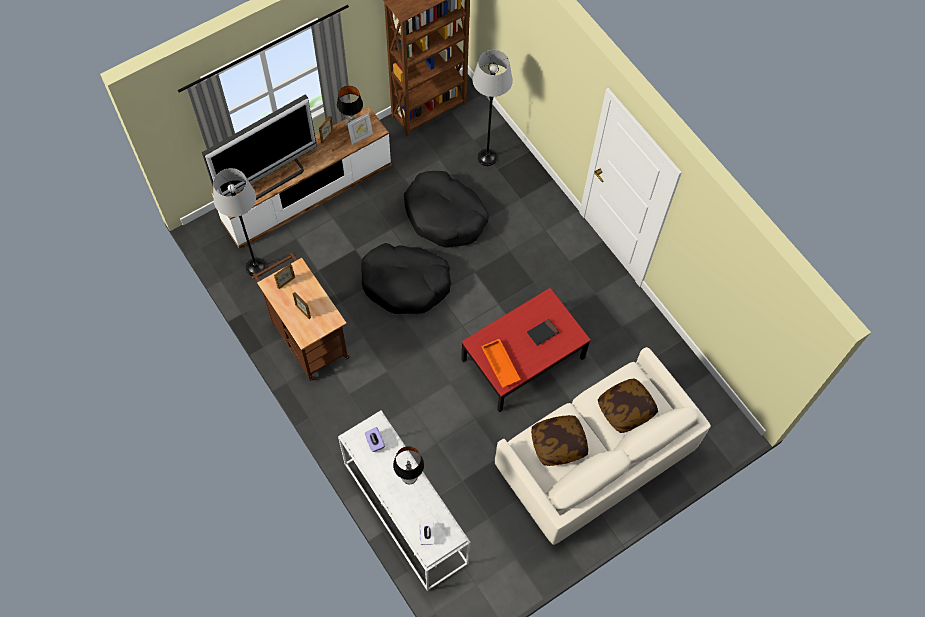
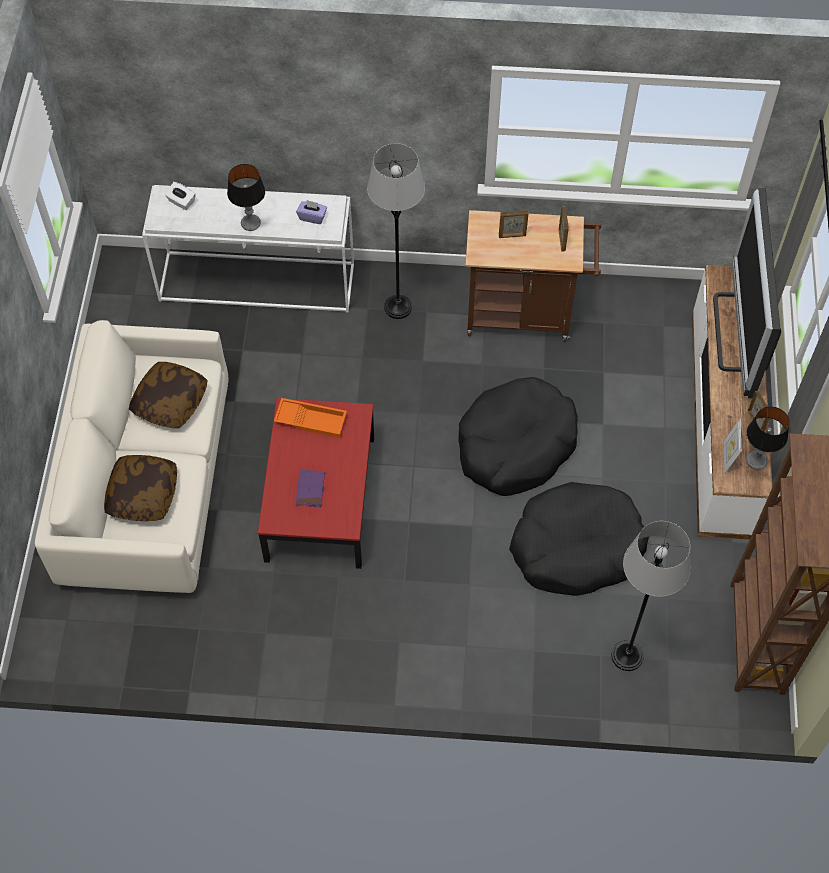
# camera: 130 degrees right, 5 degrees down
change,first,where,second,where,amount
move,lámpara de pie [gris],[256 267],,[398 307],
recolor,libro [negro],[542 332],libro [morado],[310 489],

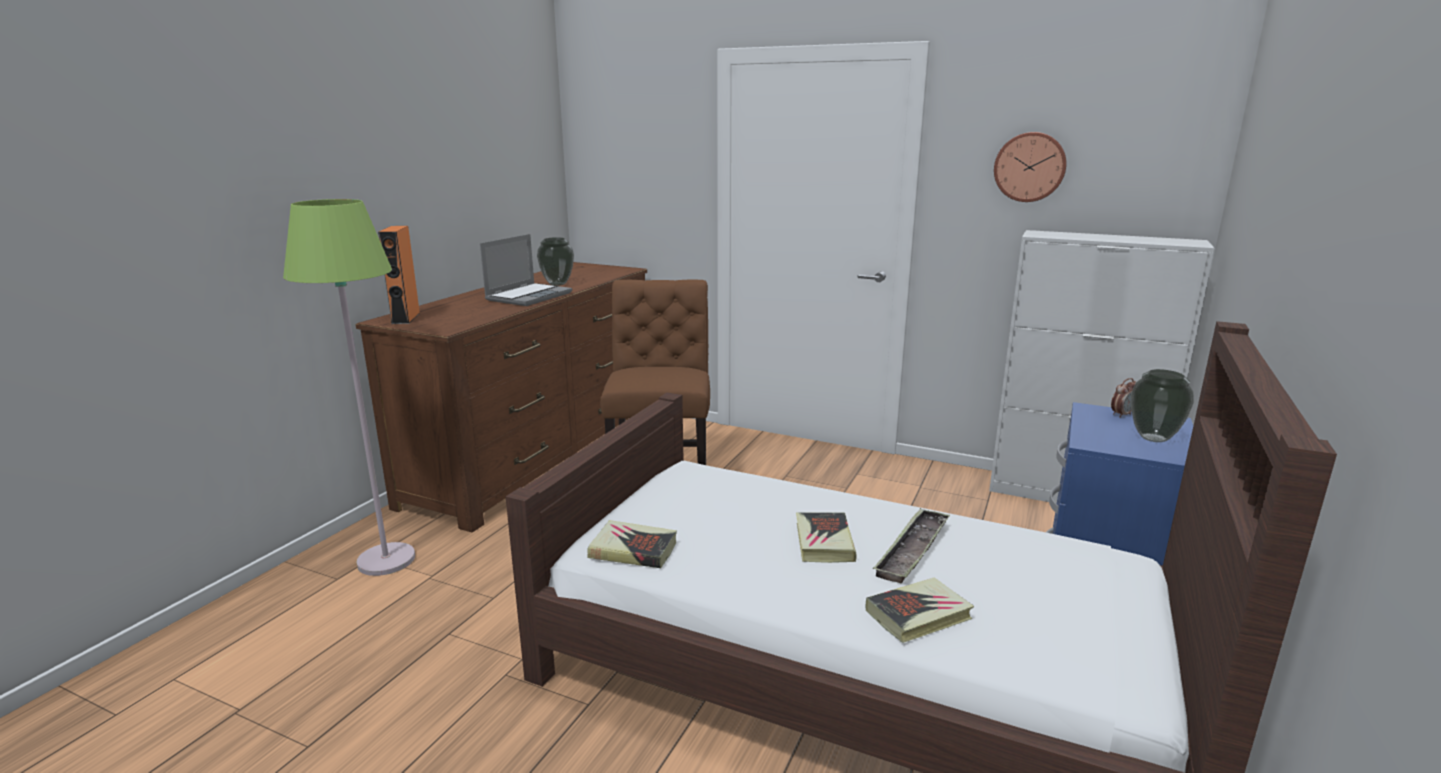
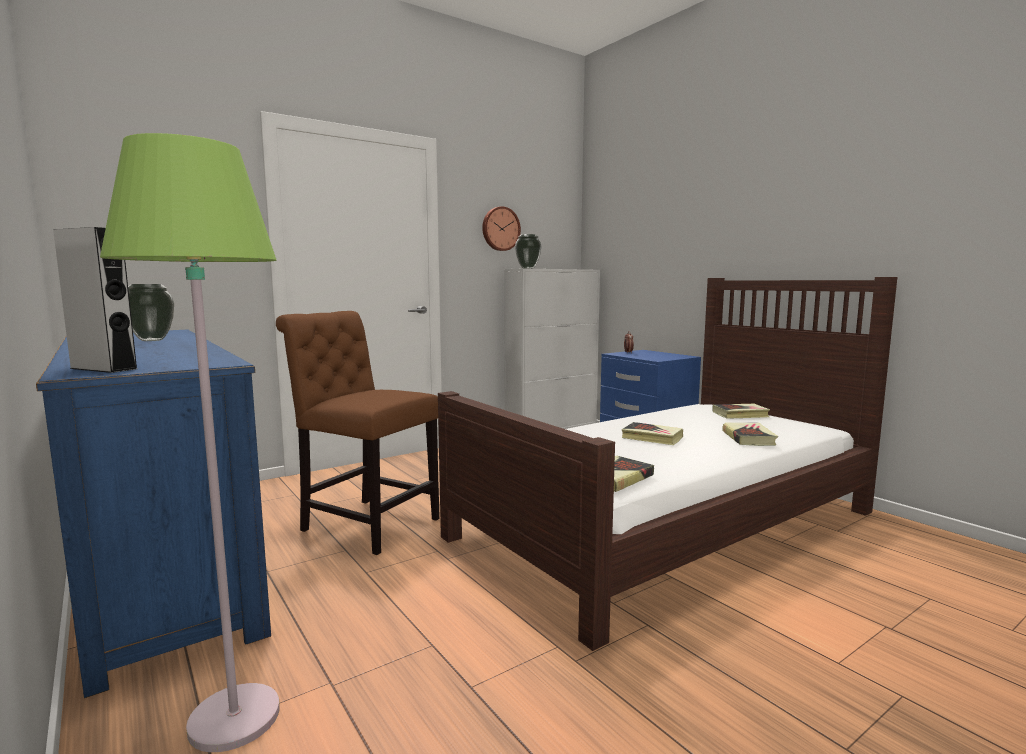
# camera: 60 degrees left, 10 degrees down
change,first,where,second,where,amount
recolor,altavoz [naranja],[406 318],altavoz [gris],[103 368],
delete,portátil,[529 296],,,
recolor,cómoda [marrón],[537 455],cómoda [azul],[162 562],
move,florero,[1154 438],,[528 268],
delete,bandeja,[912 550],,,
insert,,,libro,[740 415],

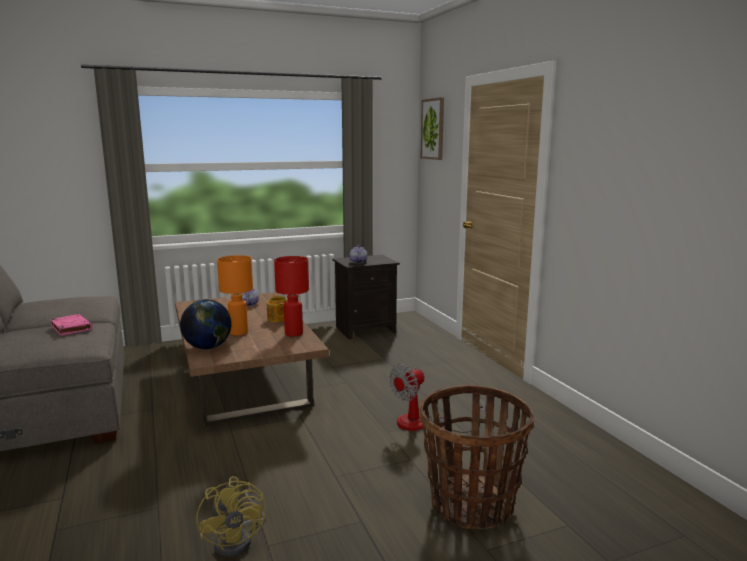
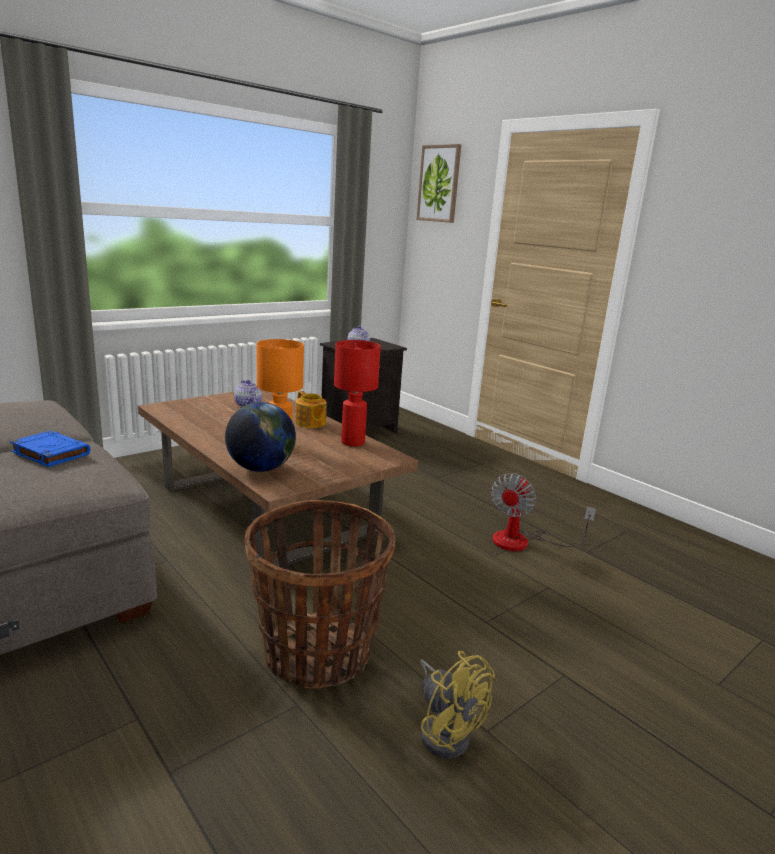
# camera: 20 degrees left, 5 degrees up
change,first,where,second,where,amount
recolor,libro [rosa],[71 328],libro [azul],[50 453],
move,cesta,[471 505],,[317 654],

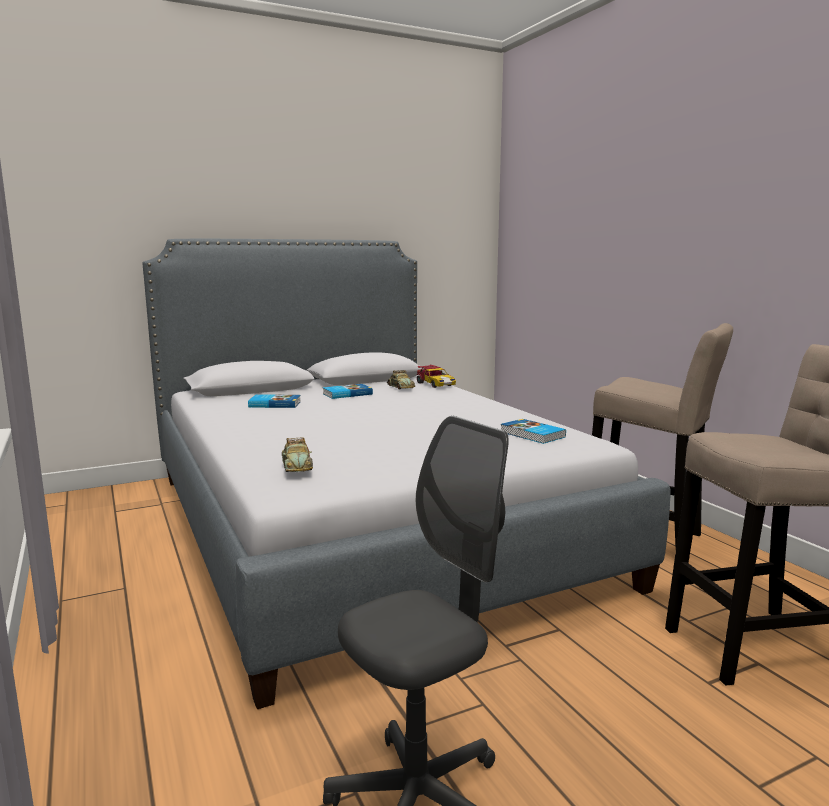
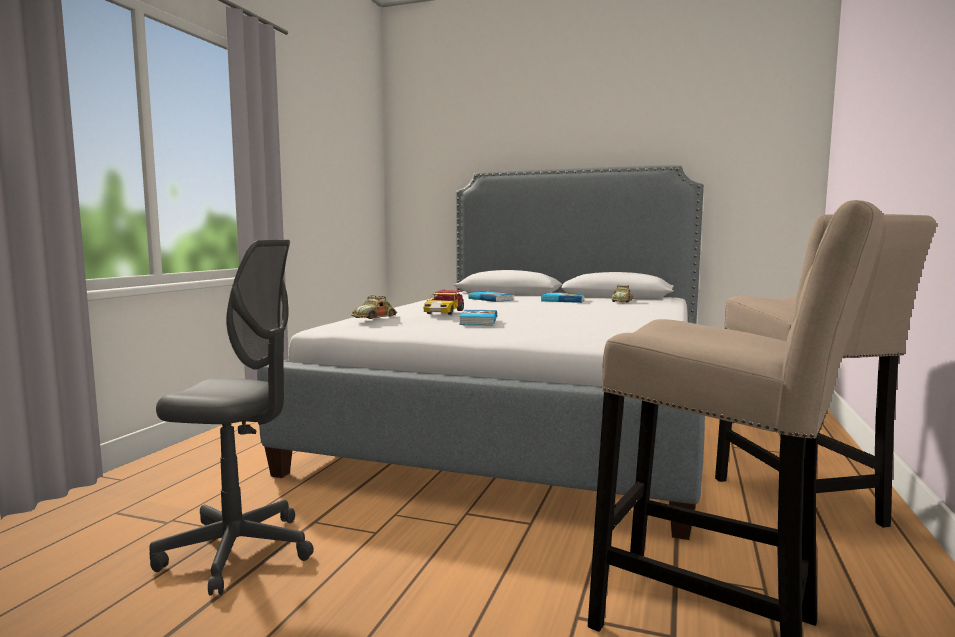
# camera: 45 degrees right, 5 degrees down
change,first,where,second,where,amount
move,coche de juguete,[435 384],,[444 312],
move,libro,[532 435],,[477 321],

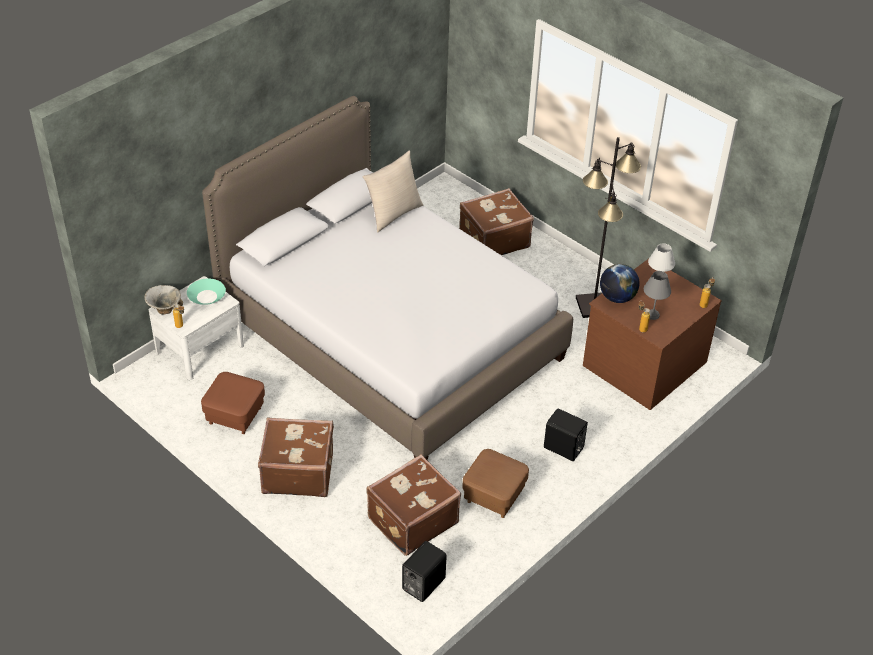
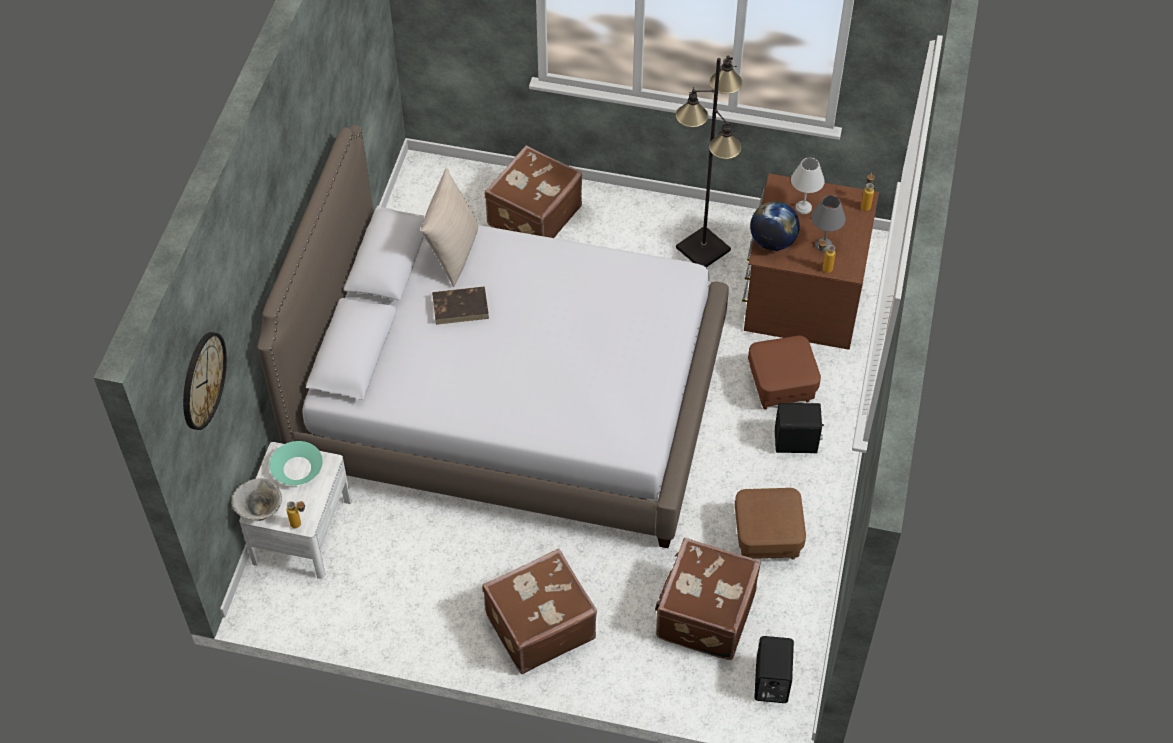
# camera: 30 degrees left, 10 degrees up
change,first,where,second,where,amount
move,puf [marrón],[235 416],,[781 387],
insert,,,libro [marrón],[461 307],
insert,,,reloj de pared,[202 380],

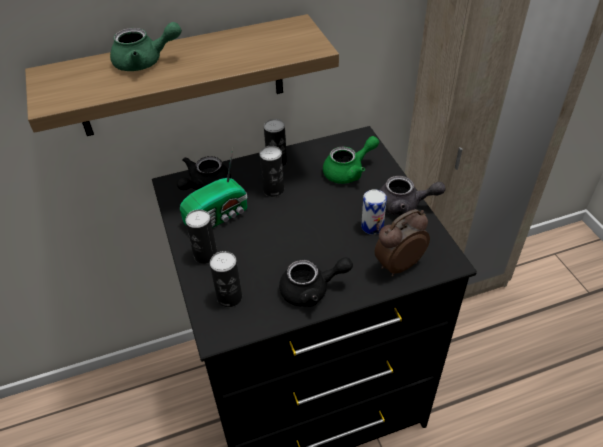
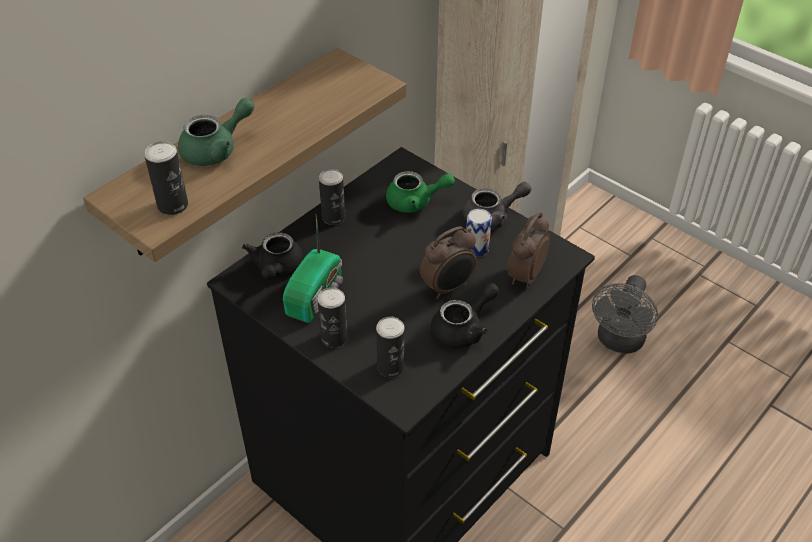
# camera: 30 degrees left, 0 degrees up
change,first,where,second,where,amount
rotate,tetera [verde],[349 171],,[415 202],60 degrees clockwise
move,lata,[273 190],,[173 205],
insert,,,despertador,[448 287],
insert,,,ventilador [gris],[619 342],

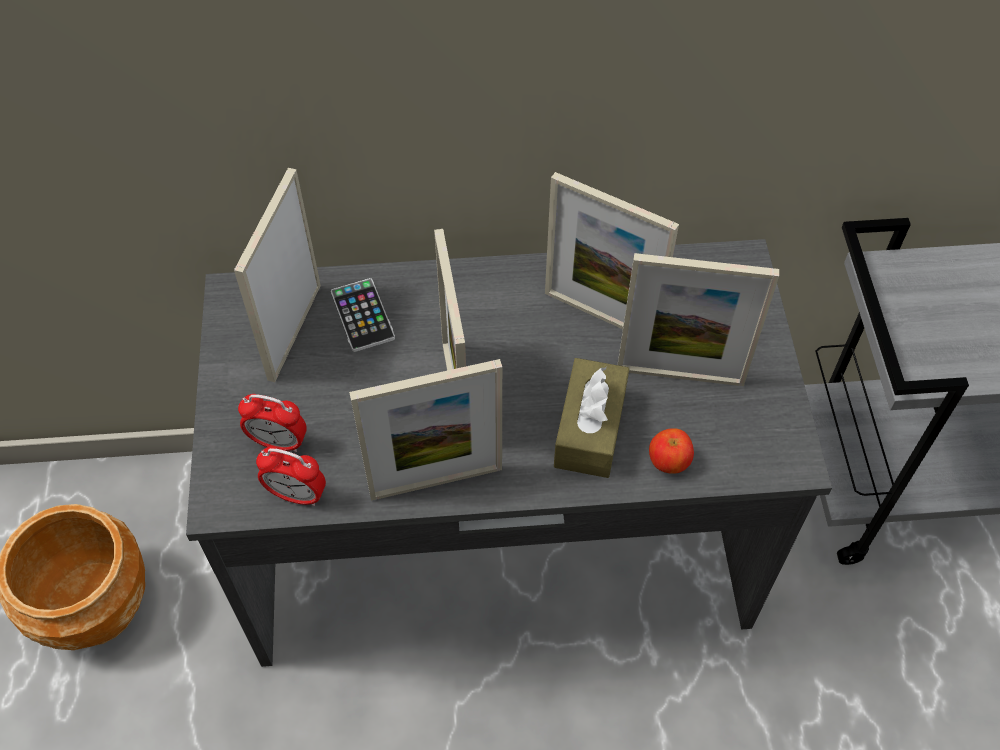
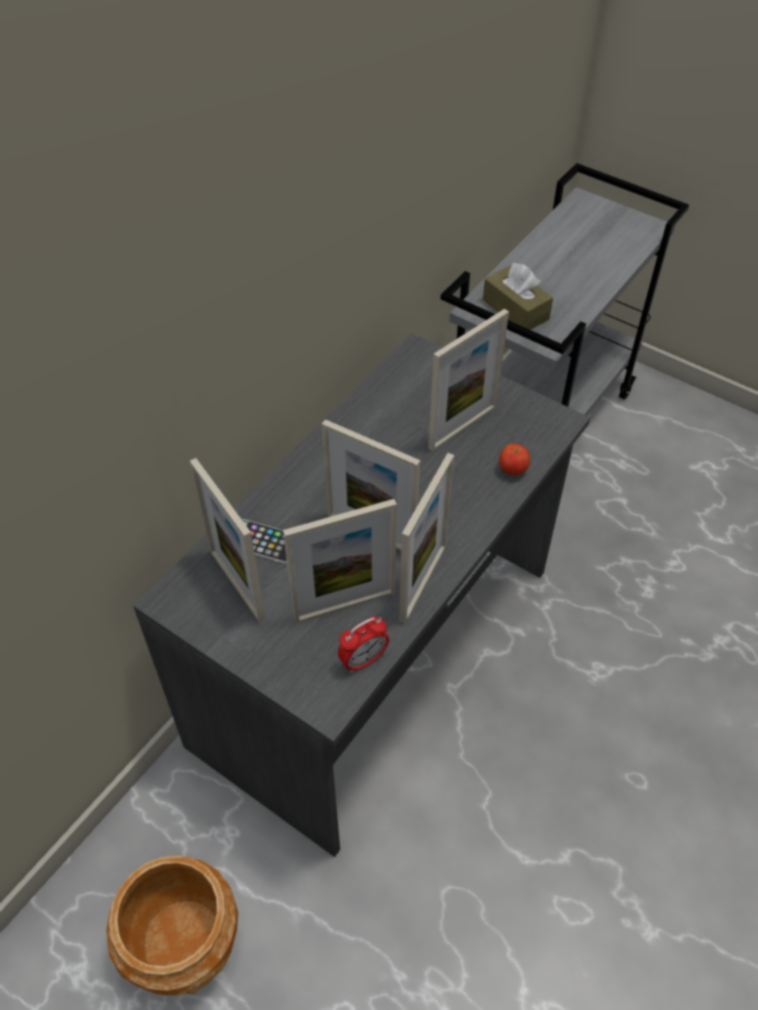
# camera: 50 degrees left, 5 degrees down
change,first,where,second,where,amount
move,portarretratos,[600 315],,[344 605],
move,caja de pañuelos [marrón],[590 429],,[515 309],
delete,despertador,[279 442],,,

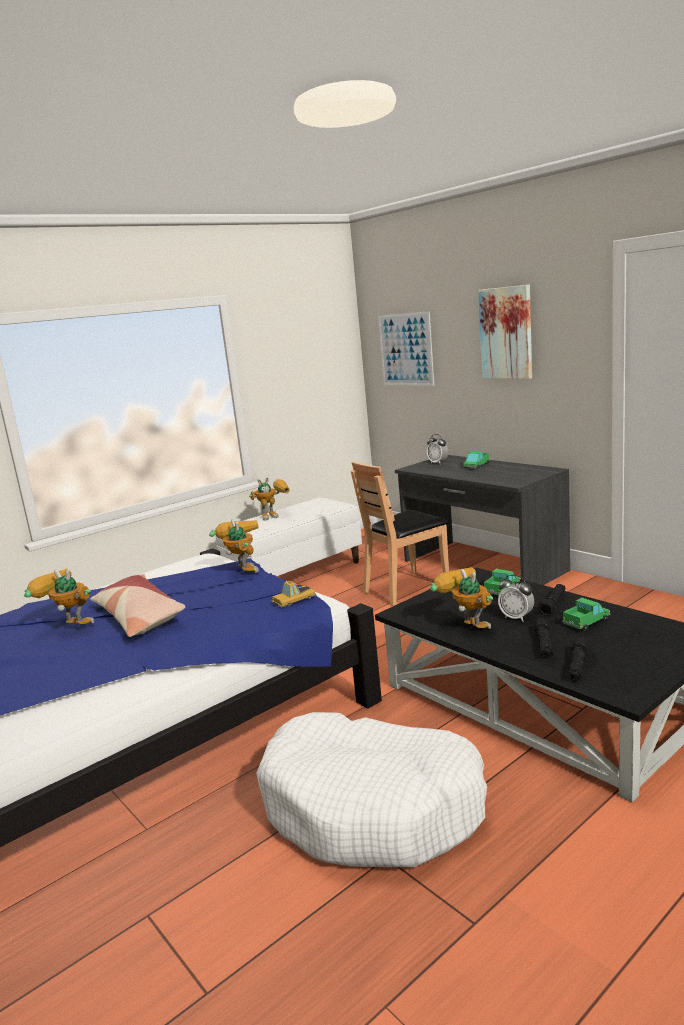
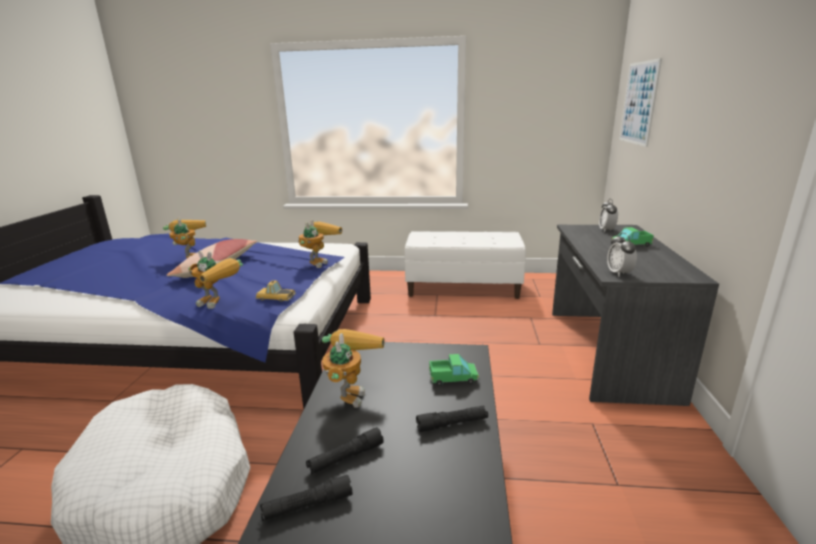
# camera: 45 degrees right, 5 degrees up
change,first,where,second,where,amount
delete,cuadro,[506 333],,,
delete,silla [marrón],[406 588],,,
move,robot de juguete,[275 515],,[219 304],
move,despertador,[516 617],,[619 273],
delete,camión de juguete,[586 622],,,

